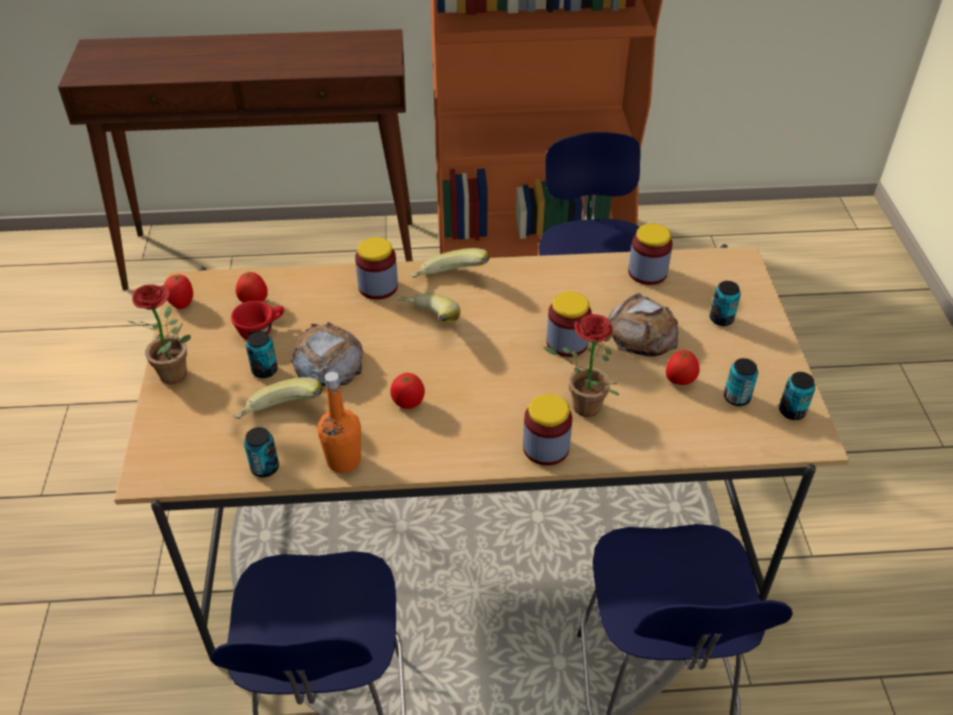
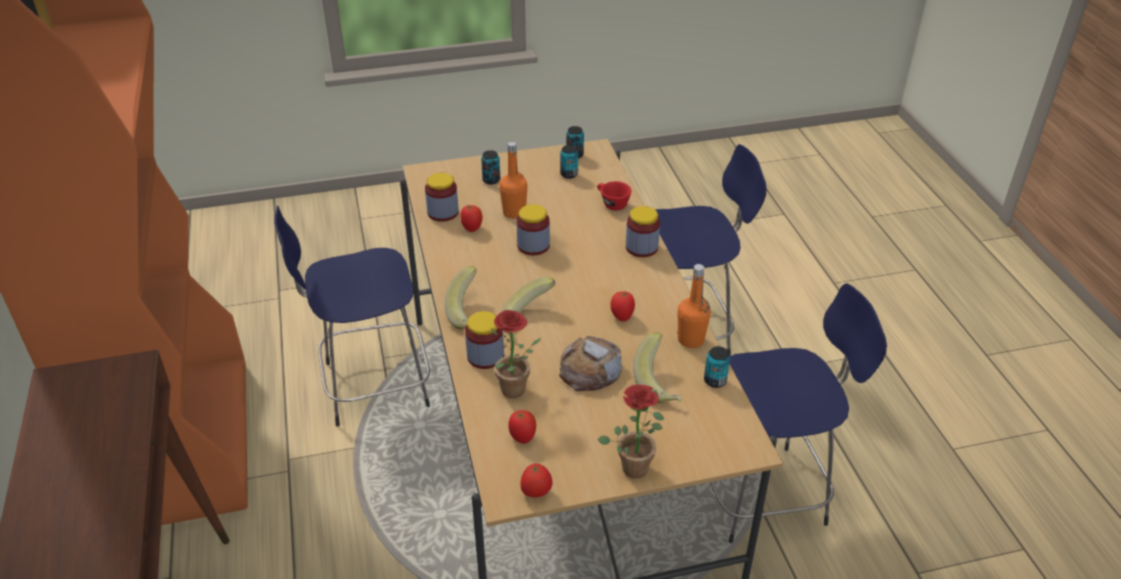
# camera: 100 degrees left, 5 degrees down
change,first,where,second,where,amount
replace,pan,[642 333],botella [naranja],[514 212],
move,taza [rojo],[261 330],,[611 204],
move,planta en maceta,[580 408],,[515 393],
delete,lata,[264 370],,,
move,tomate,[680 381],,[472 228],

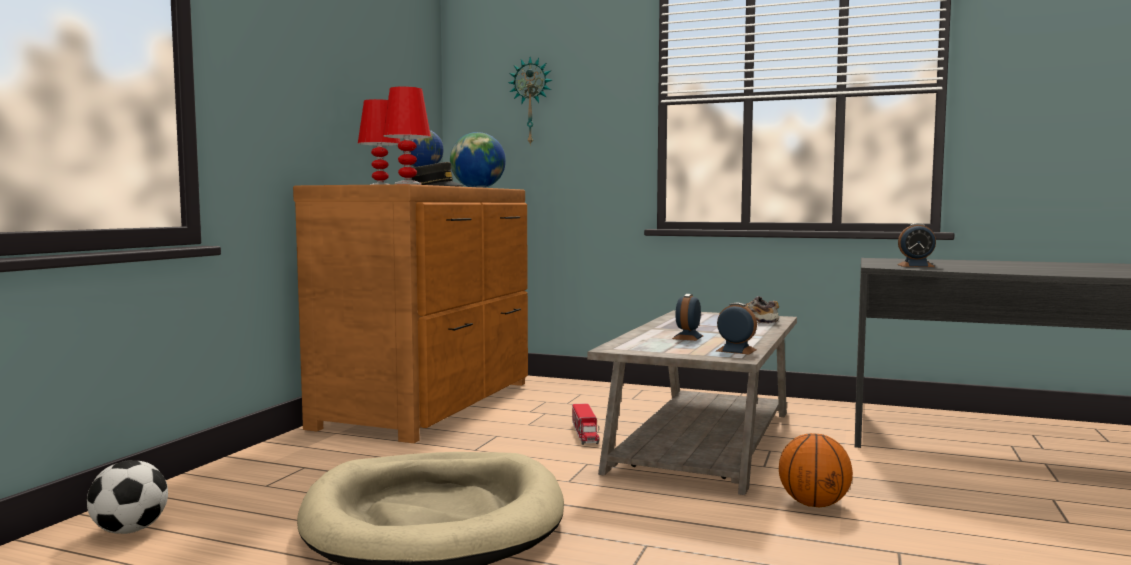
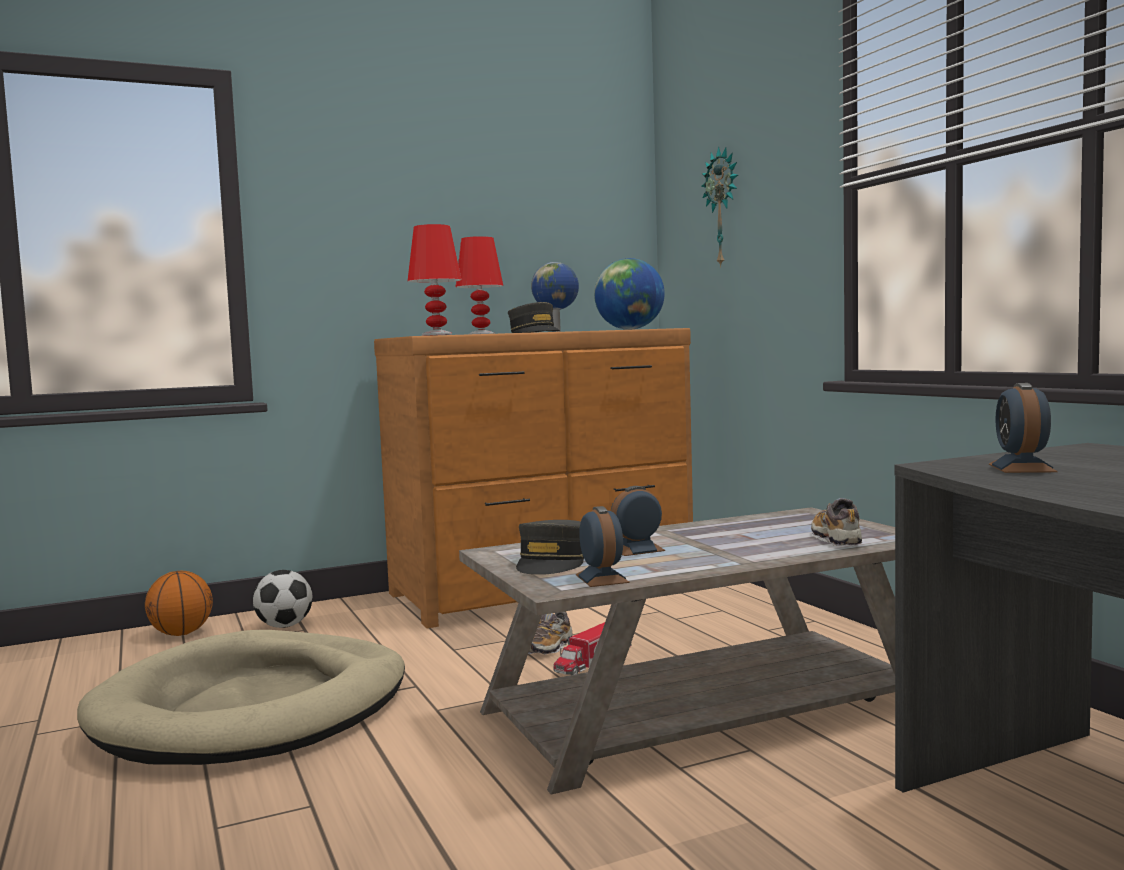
# camera: 45 degrees right, 0 degrees up
change,first,where,second,where,amount
rotate,despertador,[915 266],,[1021 468],45 degrees clockwise
move,balón de baloncesto,[814 504],,[181 634],
move,balón de fútbol,[130 531],,[284 626],
insert,,,gorra [gris],[551 563],
insert,,,zapato,[549 648],

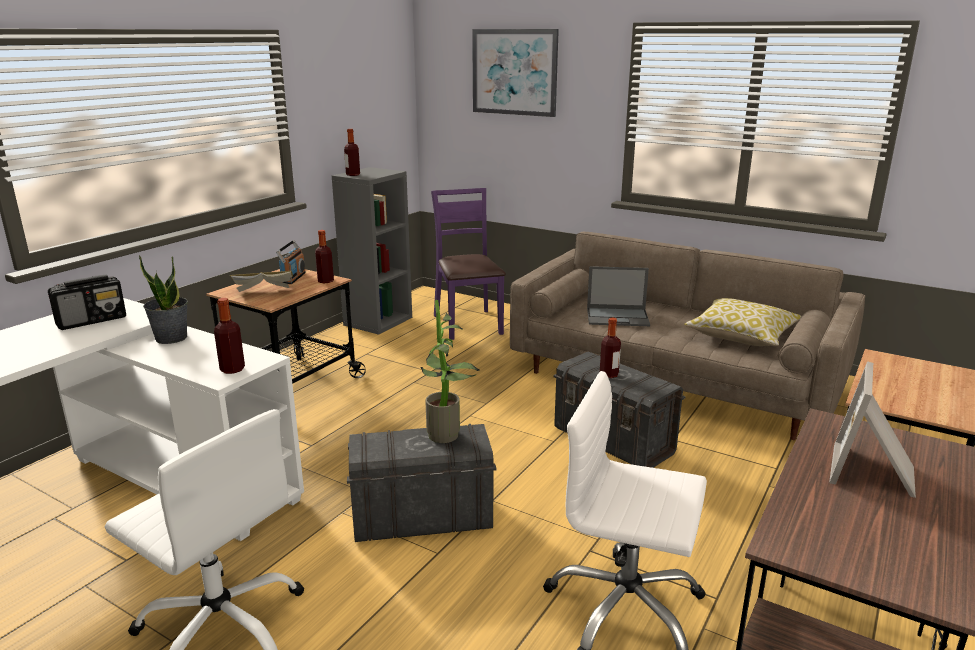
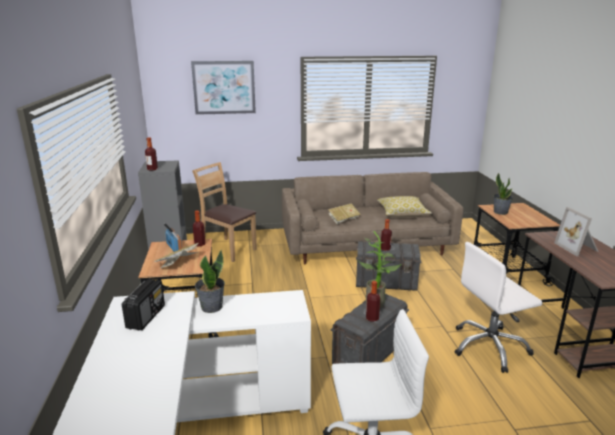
# camera: 40 degrees left, 0 degrees up
change,first,where,second,where,amount
recolor,silla [morado],[468 324],silla [marrón],[228 249],
replace,portátil,[618 317],libro,[343 220],
move,botella,[232 369],,[372 318],
insert,,,planta en maceta,[500 212],

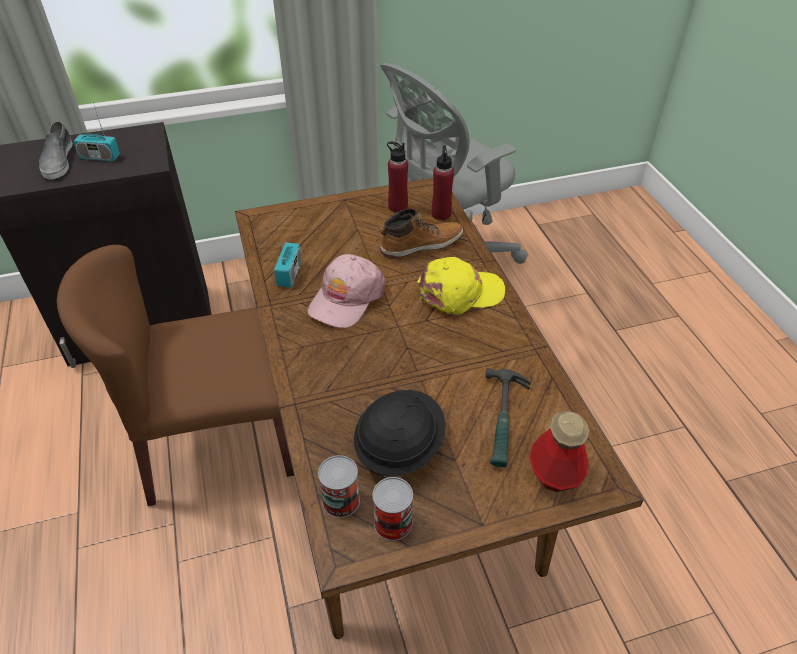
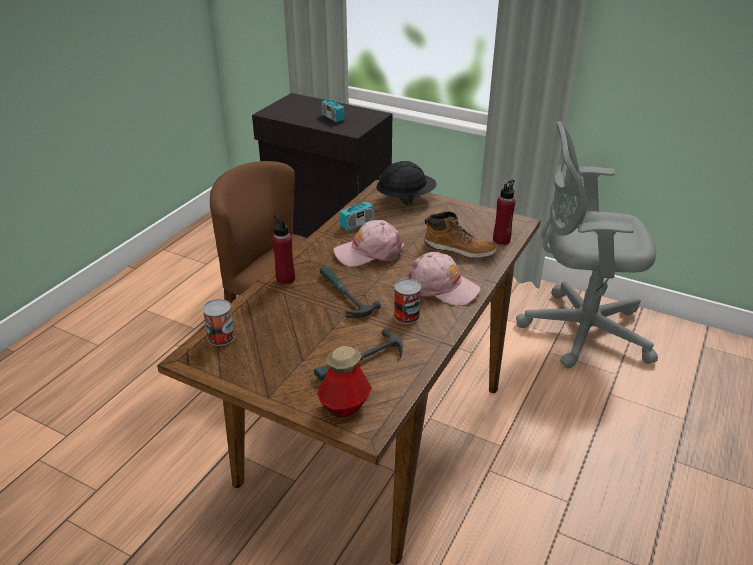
# camera: 45 degrees right, 10 degrees down
change,first,where,second,where,amount
delete,zapato [gris],[58 160],,,
move,botella [rojo],[397 207],,[285 279],
recolor,gorra [amarillo],[460 293],gorra [rosa],[442 286],
move,casco [negro],[399 447],,[406 199],
move,lata,[393 523],,[406 315],
insert,,,martillo,[343 295],

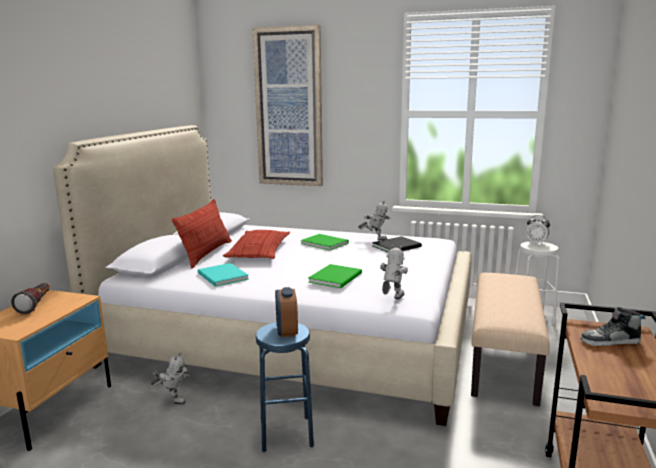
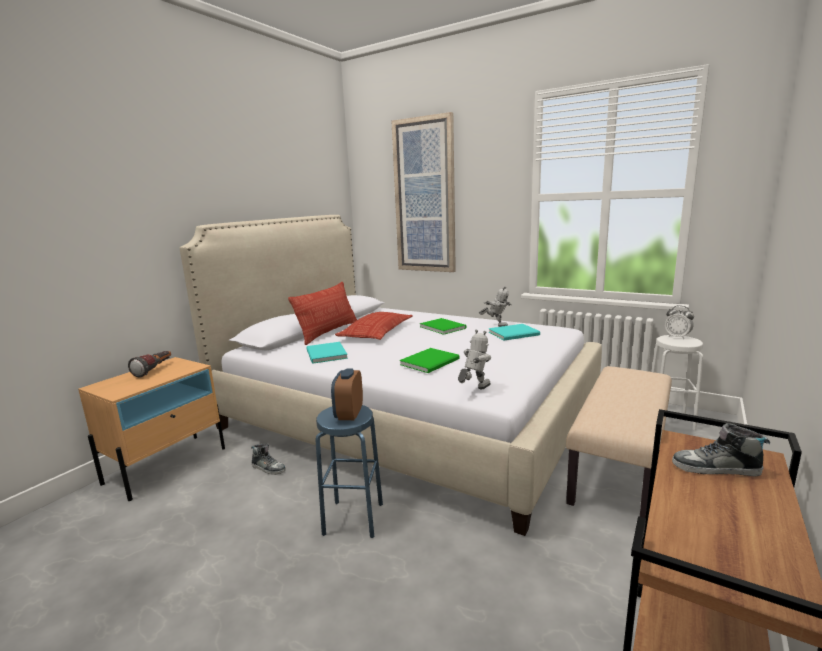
# camera: 15 degrees right, 0 degrees up
change,first,where,second,where,amount
recolor,libro [negro],[398 246],libro [turquesa],[515 334],
replace,robot de juguete,[173 399],zapato,[268 468],

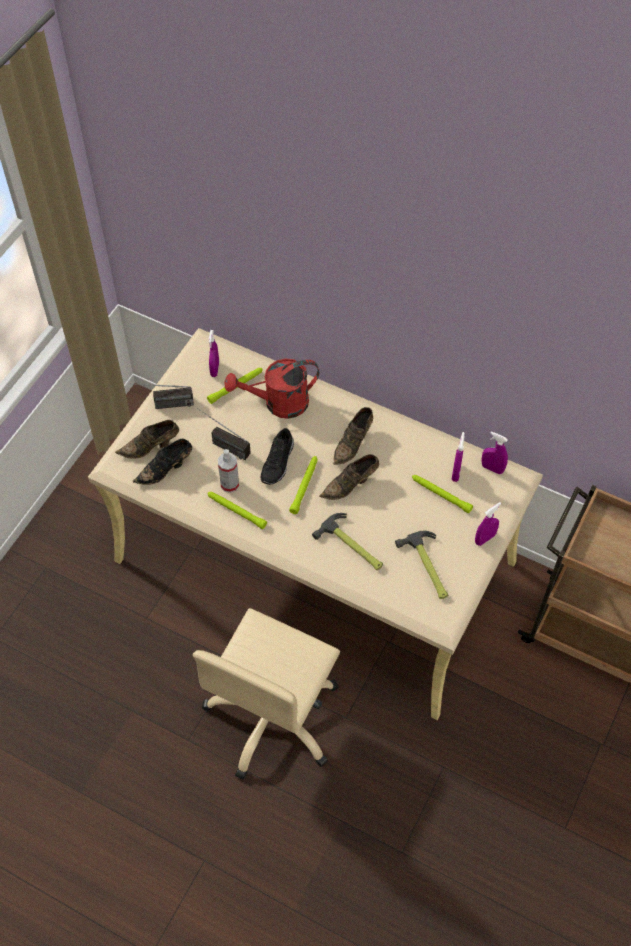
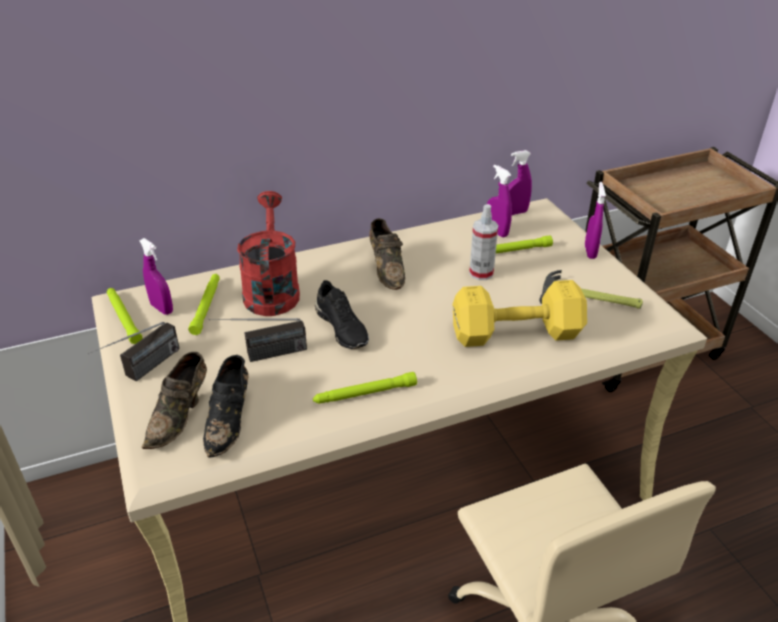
# camera: 50 degrees left, 20 degrees down
change,first,where,second,where,amount
rotate,regadera [rojo],[278 403],,[271 290],150 degrees clockwise
move,pulverizador,[229 484],,[481 273],
delete,zapato [marrón],[351 485],,,
move,linterna [verde],[304 486],,[123 318],
replace,martillo,[352 546],mancuerna [amarillo],[513 333],

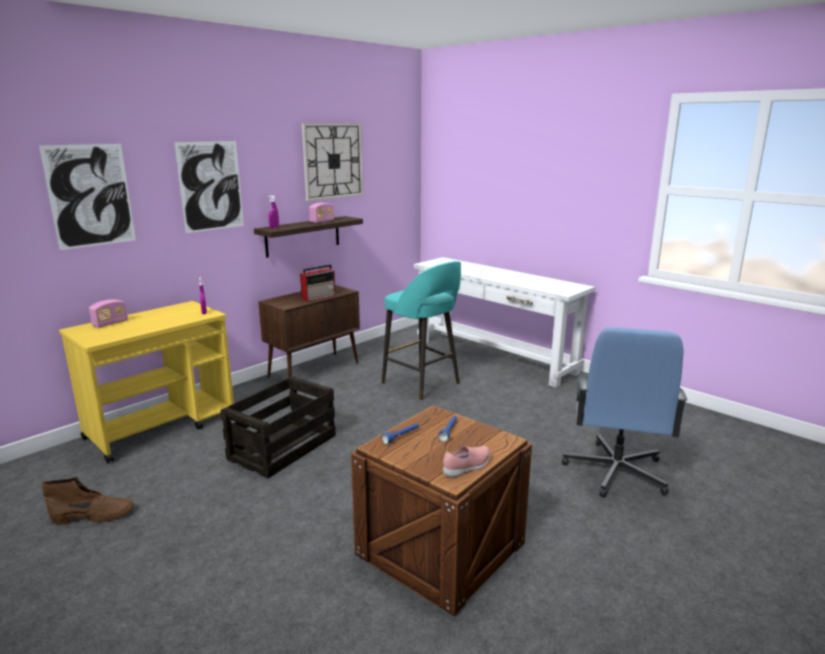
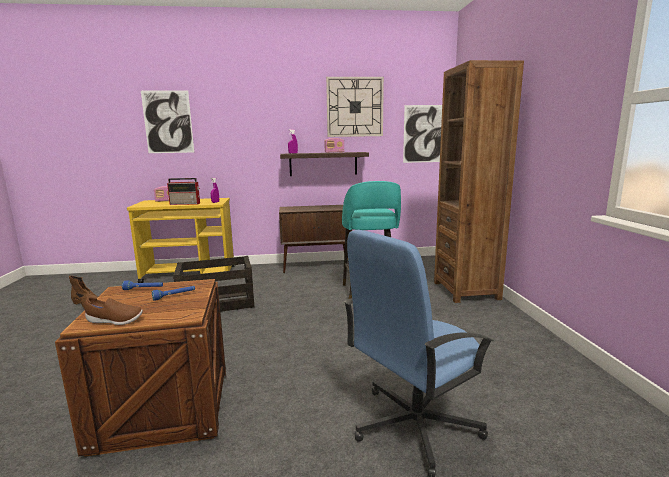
# camera: 40 degrees right, 5 degrees down
change,first,where,second,where,amount
move,cuadro,[211 186],,[424 134],
replace,mesa consola [blanco],[494 356],estantería [marrón],[466 290],
move,radio,[319 296],,[186 204],
recolor,zapato [rosa],[467 467],zapato [marrón],[114 321],

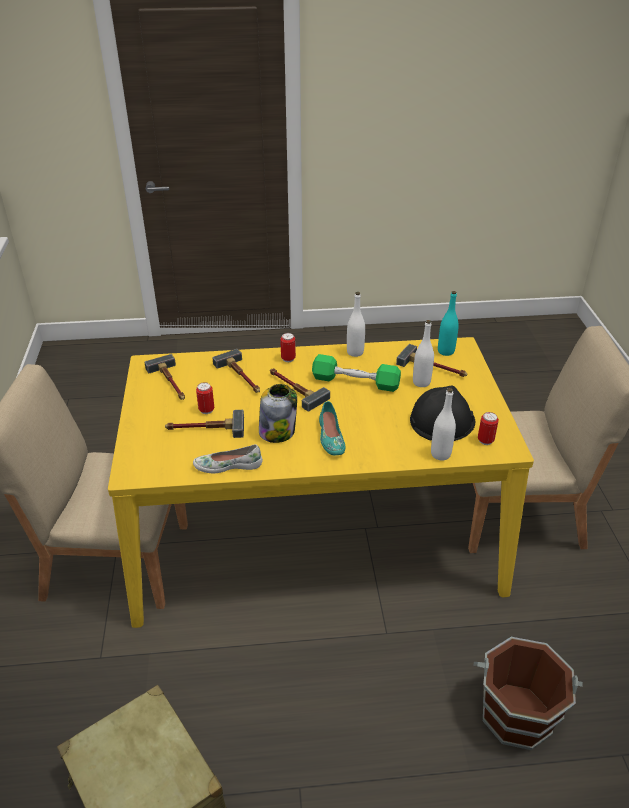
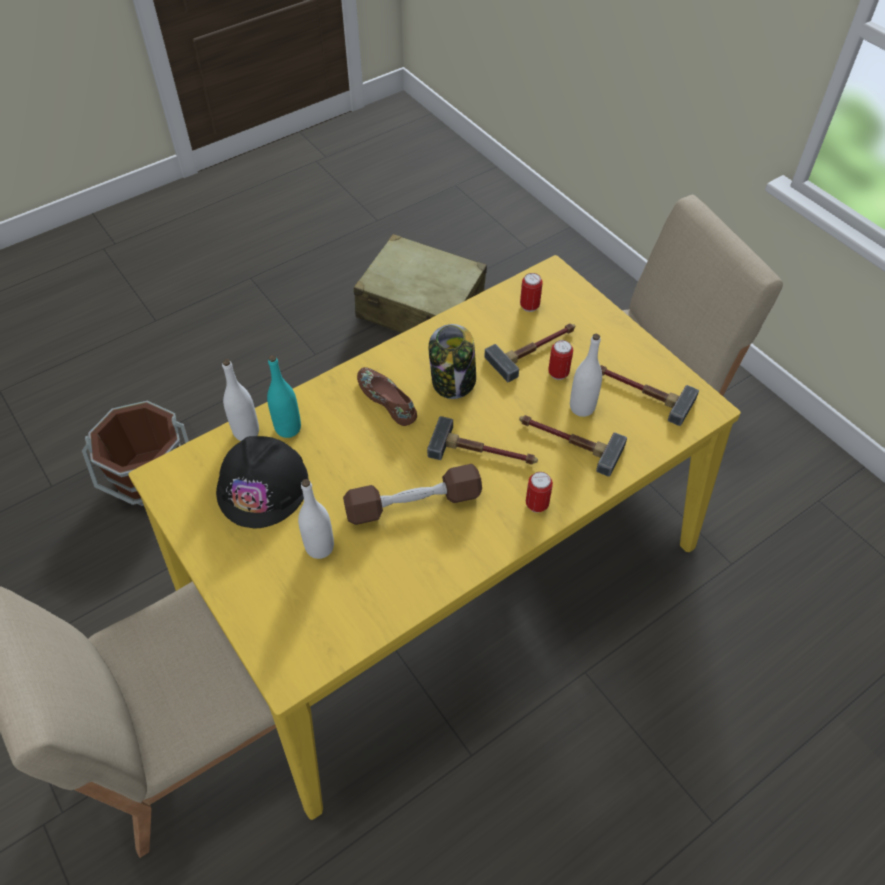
# camera: 150 degrees right, 15 degrees up
change,first,where,second,where,amount
move,botella [turquesa],[446 351],,[288 428],
move,botella [blanco],[355 352],,[582 407],
delete,martillo,[433 368],,,
recolor,mancuerna [verde],[355 382],mancuerna [marrón],[413 504],
recolor,zapato [turquesa],[330 437],zapato [marrón],[387 399],
move,lata,[485 440],,[529 306],
delete,zapato [blanco],[228 465],,,

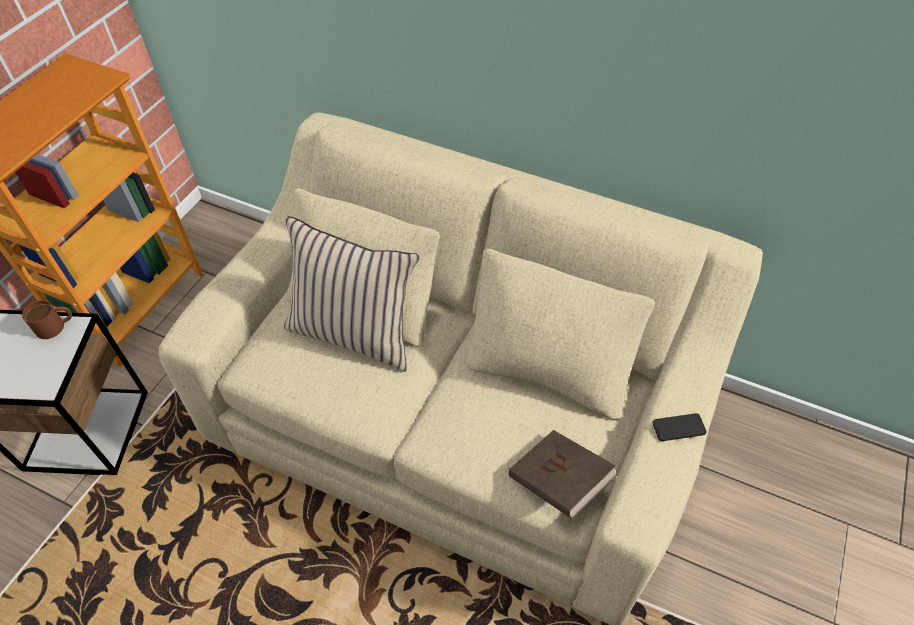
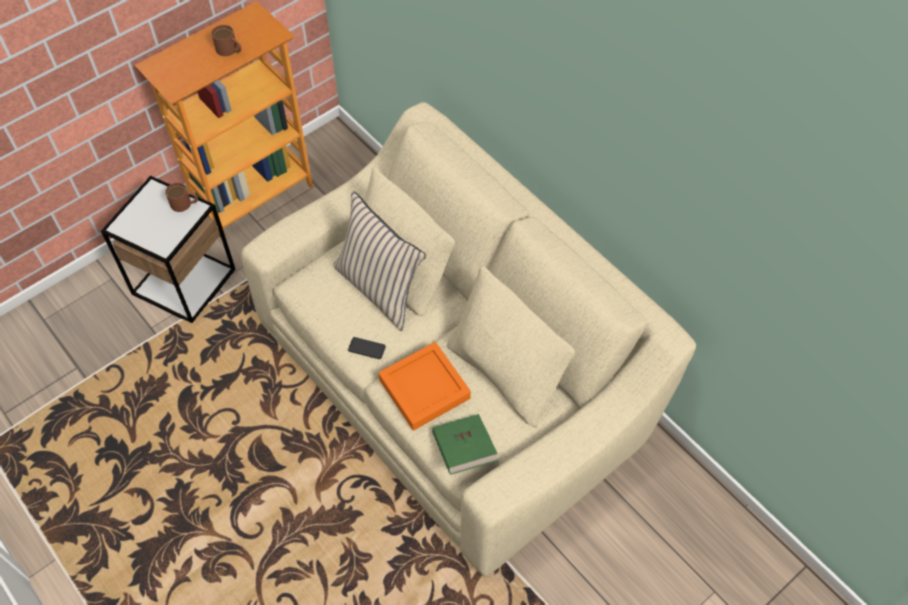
# camera: 25 degrees right, 5 degrees up
change,first,where,second,where,amount
move,móvil,[679 427],,[366 348],
recolor,libro [marrón],[559 482],libro [verde],[464 451],
insert,,,taza grande [marrón],[230 50],
insert,,,bandeja [naranja],[424 389],

